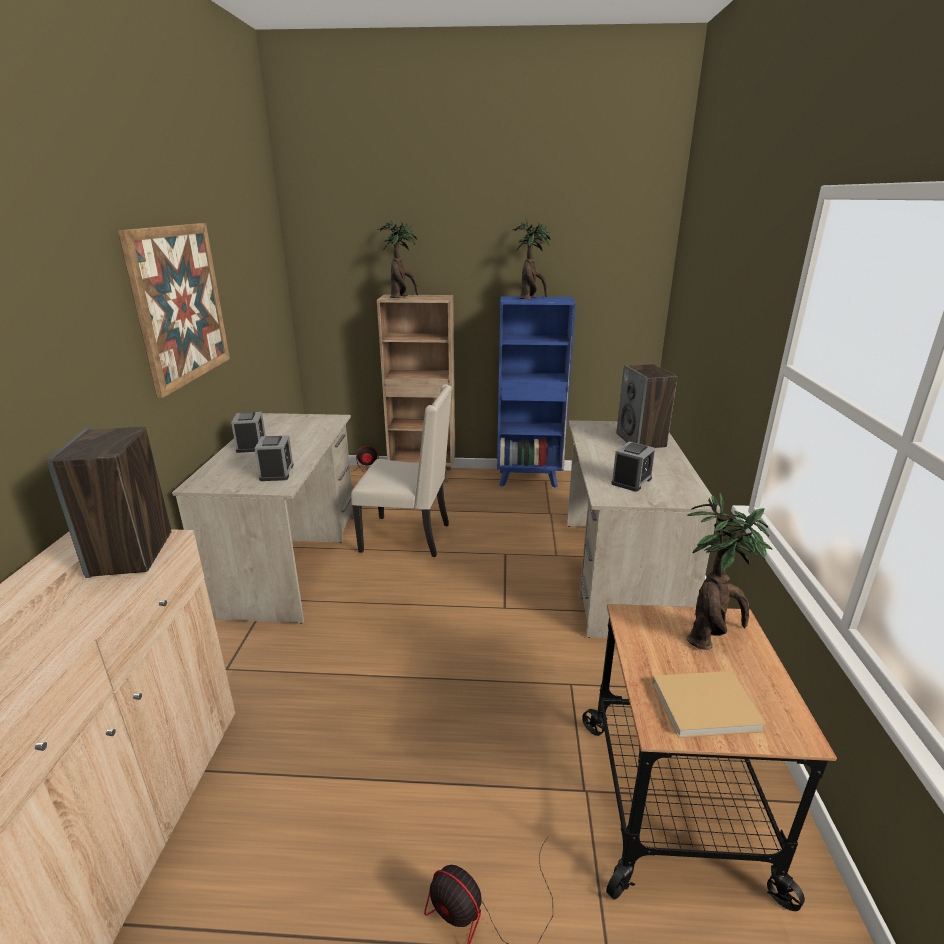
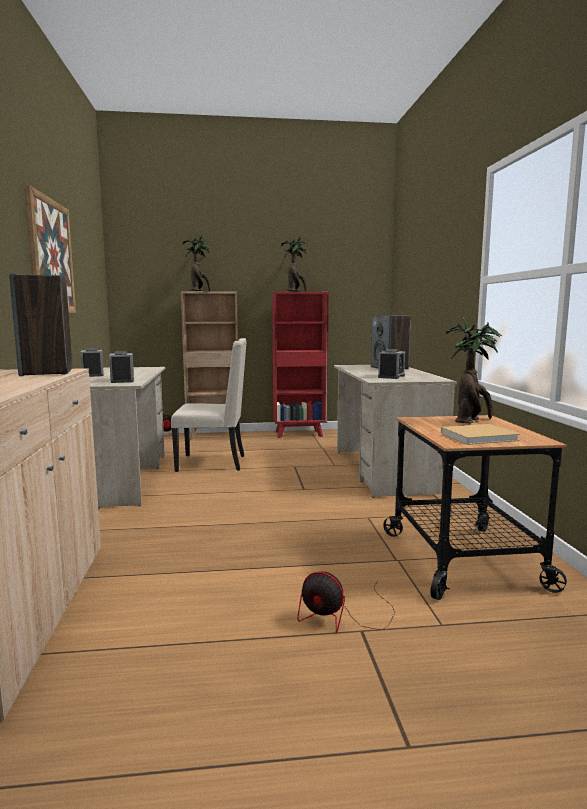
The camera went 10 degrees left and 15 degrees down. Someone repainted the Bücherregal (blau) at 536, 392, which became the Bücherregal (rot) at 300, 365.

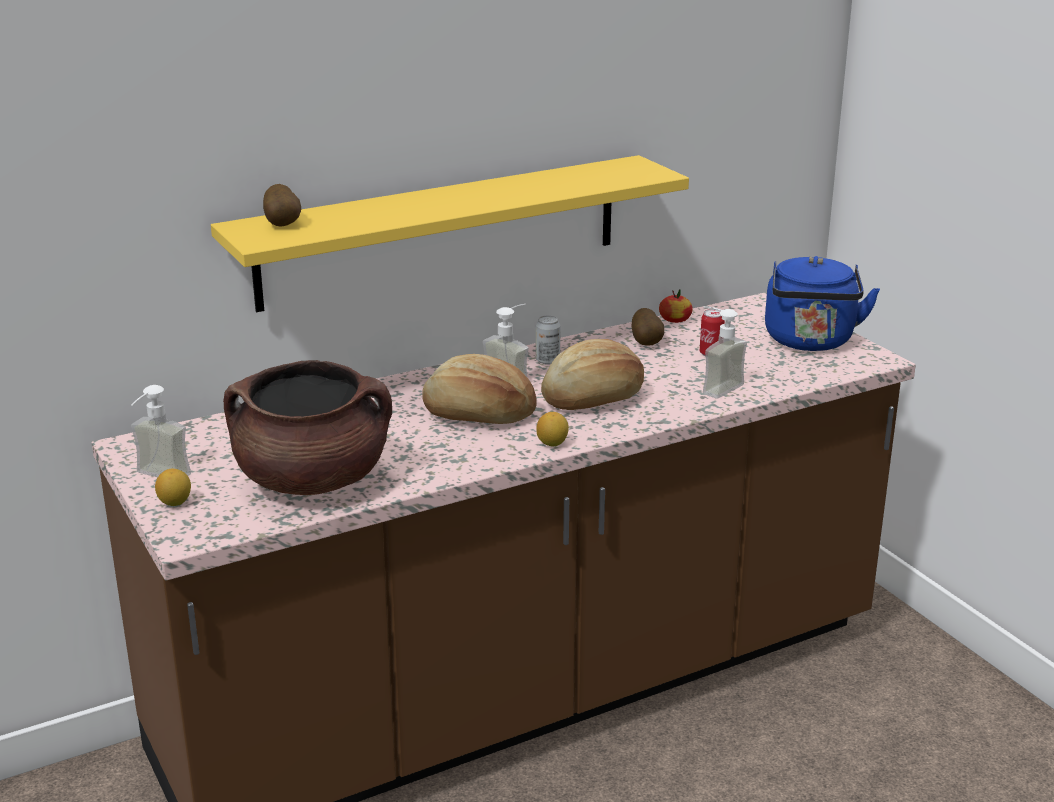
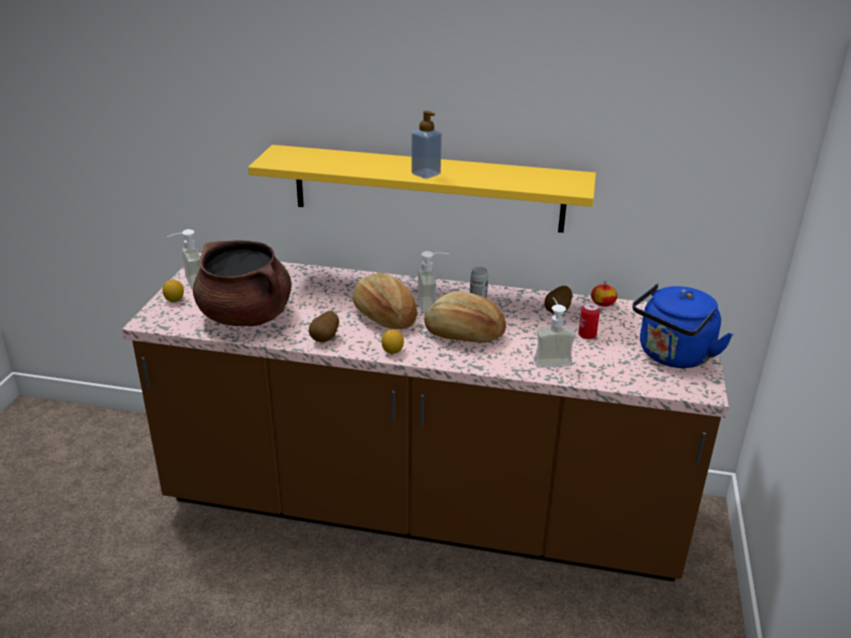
The camera went 40 degrees right and 5 degrees up. Someone put down the Seifenspender at 426, 145. Someone carried the Kartoffel from 282, 205 to 324, 326.

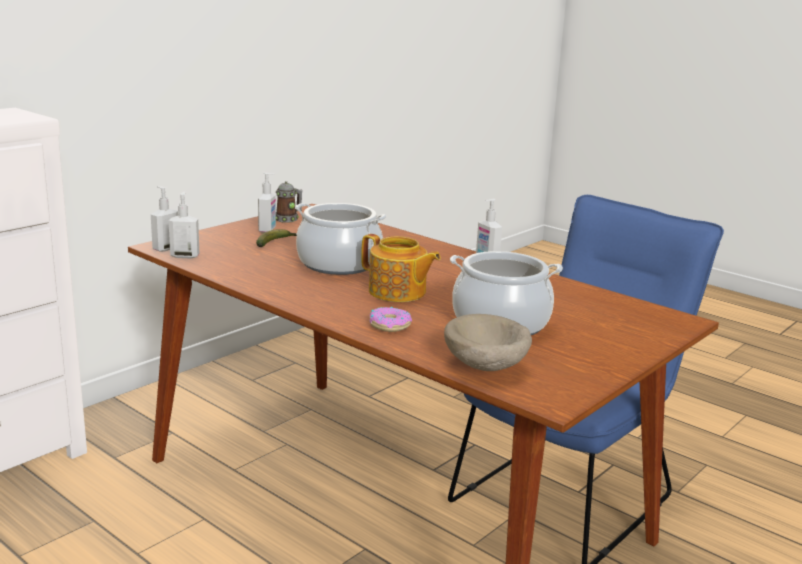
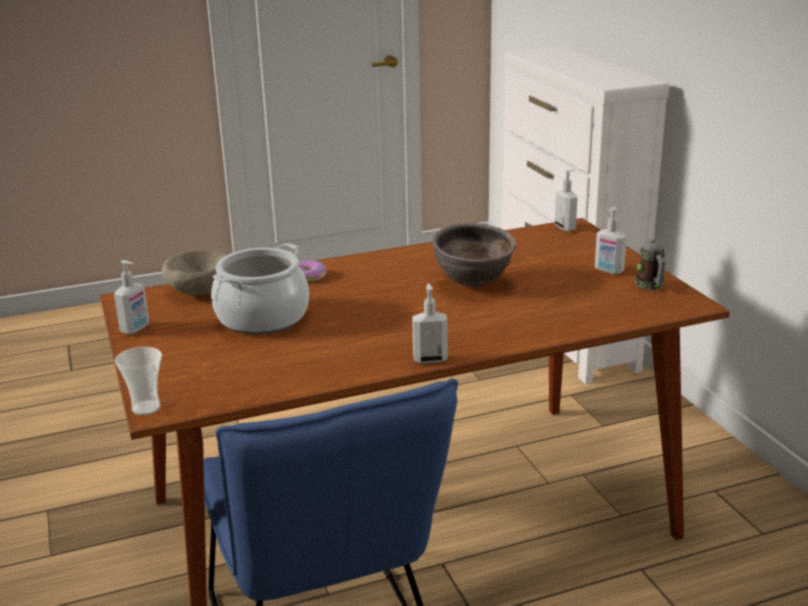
The camera went 120 degrees right and 5 degrees up. Someone took away the Banane at 276, 238. Someone took away the Teekanne at 401, 268. Someone put down the Tasse at 138, 381. Someone carried the Seifenspender from 184, 225 to 131, 297. Someone swapped the Kochtopf at 340, 239 for the Schüssel (braun) at 474, 255.

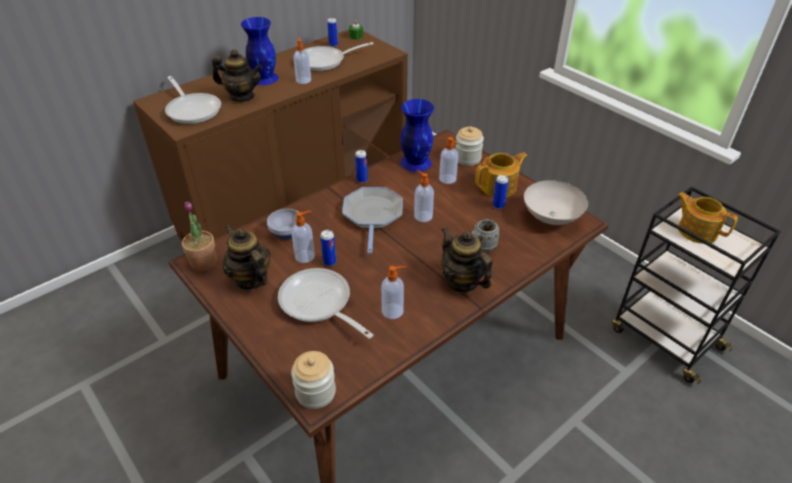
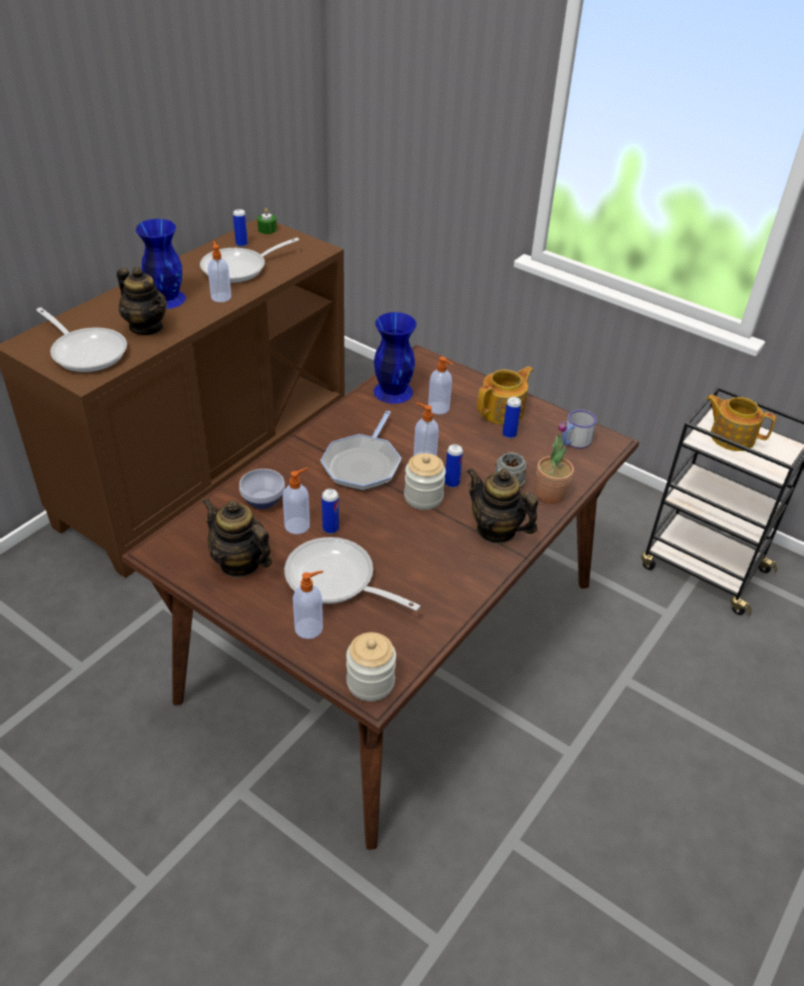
The camera went 15 degrees left and 0 degrees up. Someone carried the Topfpflanze from 199, 237 to 555, 462. Someone carried the Dose from 361, 166 to 454, 466. Someone carried the Seifenspender from 393, 292 to 308, 604. Someone carried the Vorratsglas from 469, 146 to 425, 481. Someone swapped the Schüssel (weiß) at 556, 202 for the Henkelbecher at 579, 429. Someone rotated the Teekanne at 237, 75 by 45 degrees clockwise. Someone rotated the Pfanne at 372, 220 by 150 degrees counterclockwise.

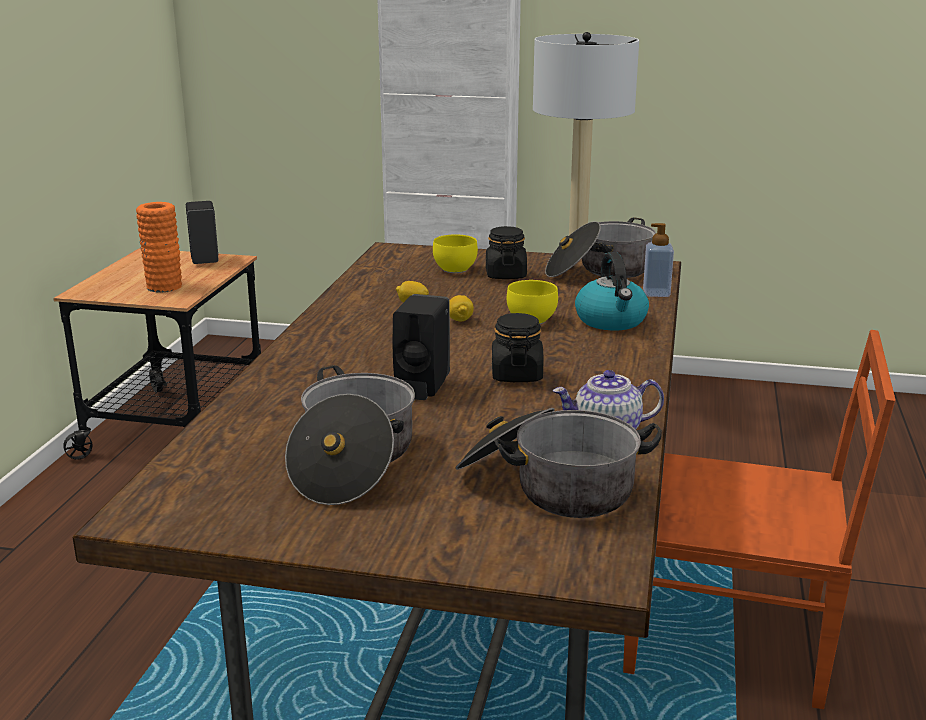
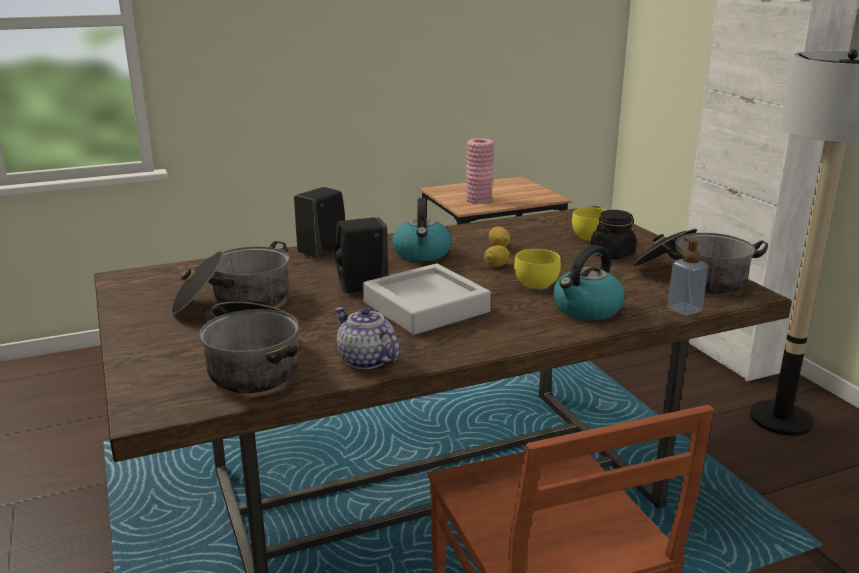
The camera went 55 degrees right and 0 degrees up. Someone put down the Wasserkessel at 422, 229. Someone carried the Seifenspender (schwarz) from 202, 232 to 319, 222. Someone swapped the Vorratsglas (schwarz) at 517, 347 for the Tablett (grau) at 427, 299. Someone repainted the Vase (orange) at 159, 247, which became the Vase (rosa) at 480, 171.

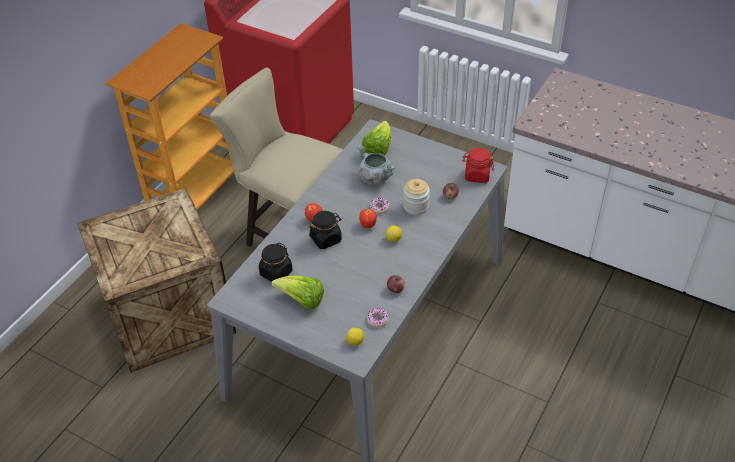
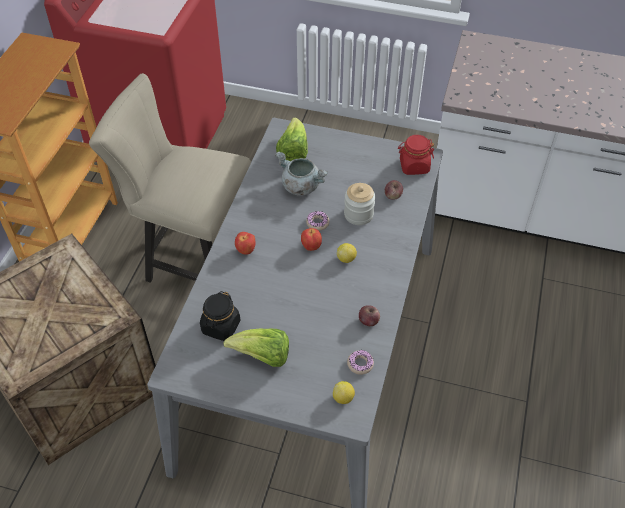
The camera went 15 degrees left and 5 degrees up. Someone took away the Vorratsglas (schwarz) at 325, 230.

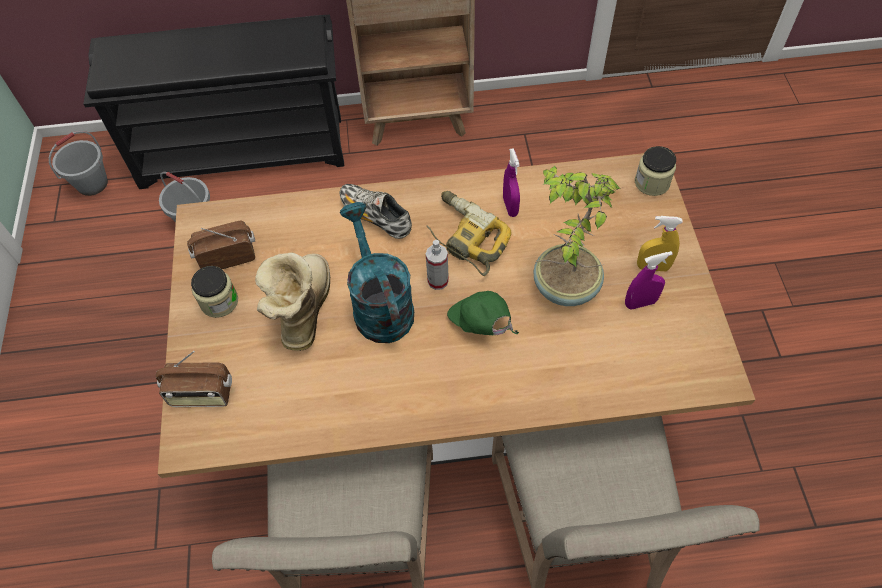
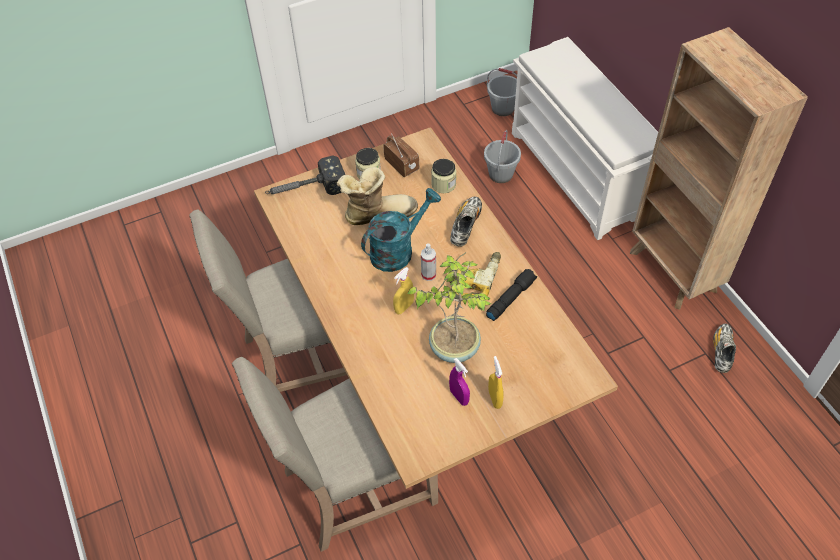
The camera went 70 degrees right and 5 degrees down. Someone put down the Schuh at 724, 348. Someone carried the Vorratsglas from 655, 171 to 443, 176. Someone swapped the Radio at 194, 379 for the Hammer at 305, 175. Someone swapped the Kappe (grün) at 483, 313 for the Sprühflasche (gelb) at 403, 290. Someone swapped the Sprühflasche (lila) at 511, 182 for the Taschenlampe (schwarz) at 511, 295. Someone repainted the Schuhregal (schwarz) at 213, 101, which became the Schuhregal (weiß) at 585, 138.

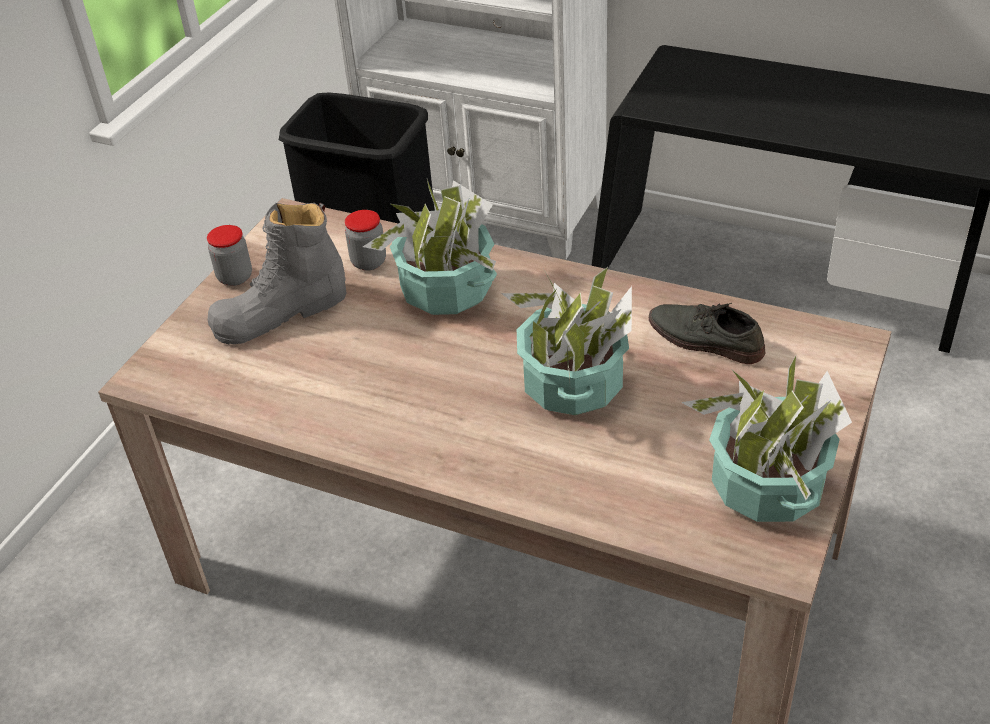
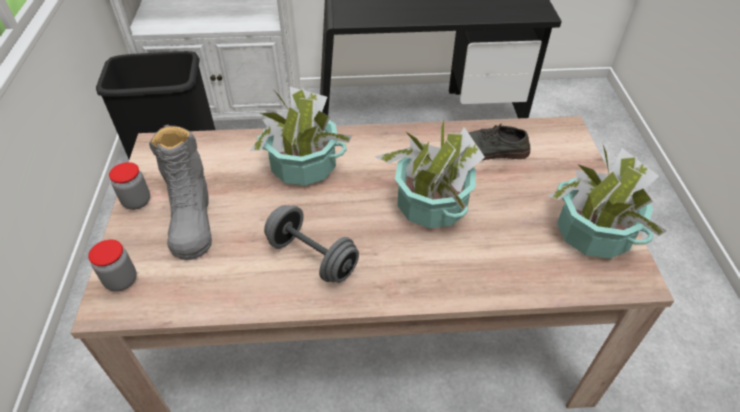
The camera went 30 degrees left and 5 degrees up. Someone put down the Hantel (grau) at 311, 244. Someone carried the Vorratsglas from 365, 240 to 112, 265. Someone rotated the Stiefel (grau) at 277, 273 by 45 degrees counterclockwise.

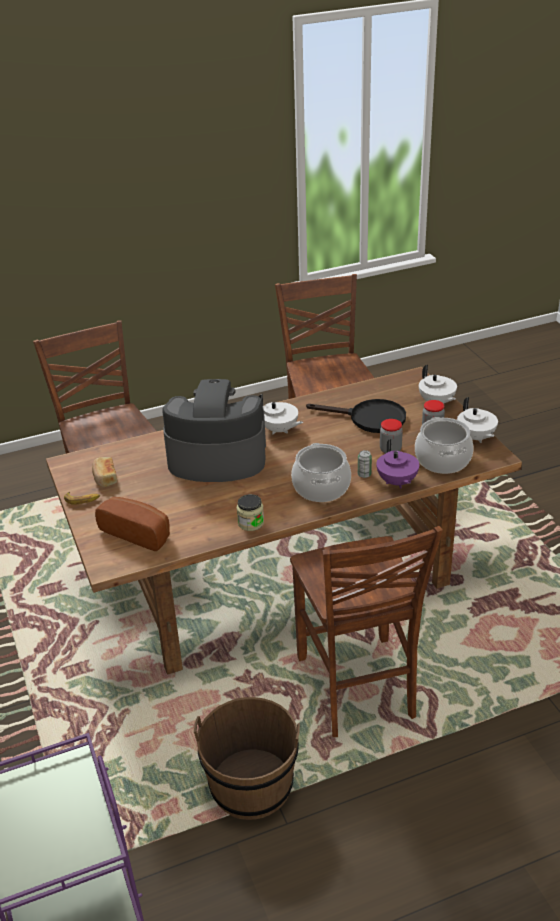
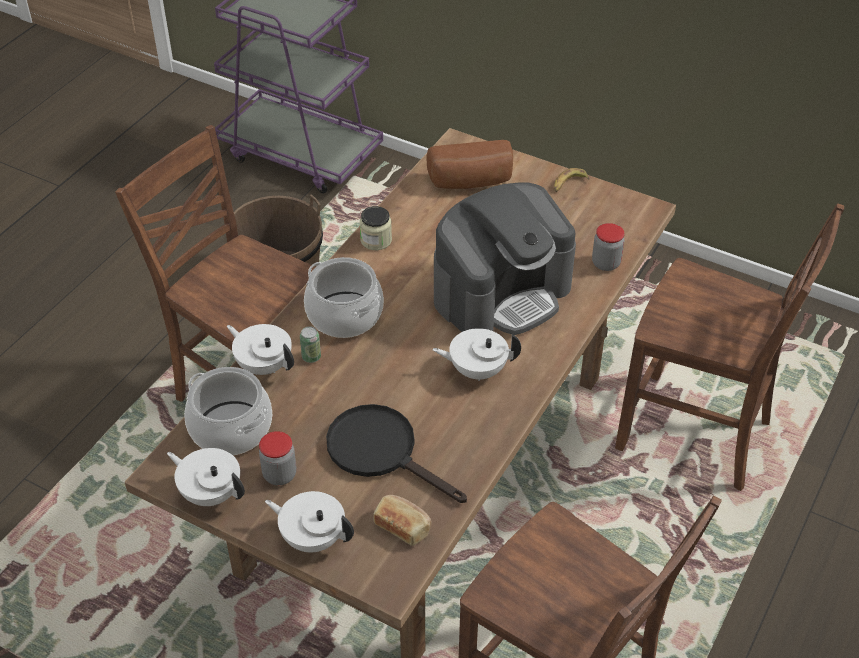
The camera went 140 degrees right and 10 degrees up. Someone carried the Brot from 104, 472 to 402, 520. Someone carried the Vorratsglas from 391, 436 to 608, 247. Someone repainted the Teekanne (lila) at 397, 464, which became the Teekanne (weiß) at 260, 349. Someone rotated the Pfanne (schwarz) at 356, 416 by 60 degrees clockwise.

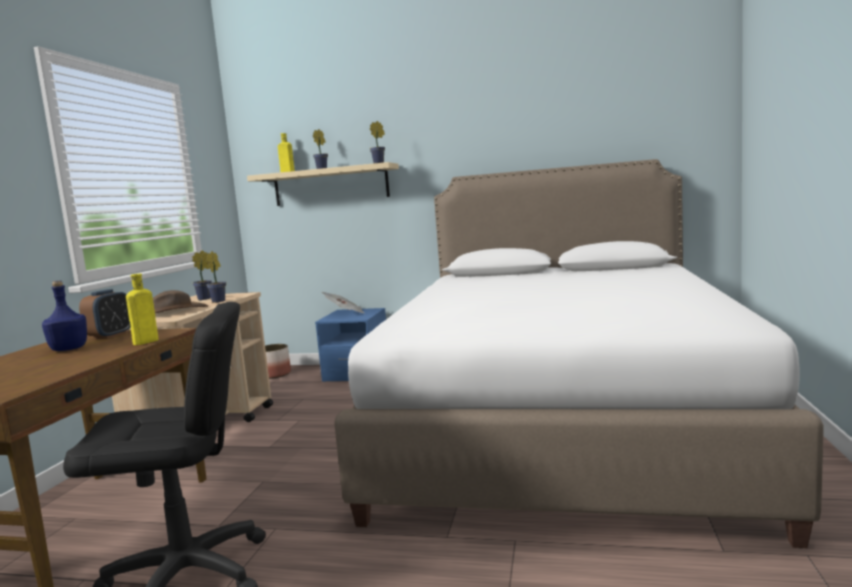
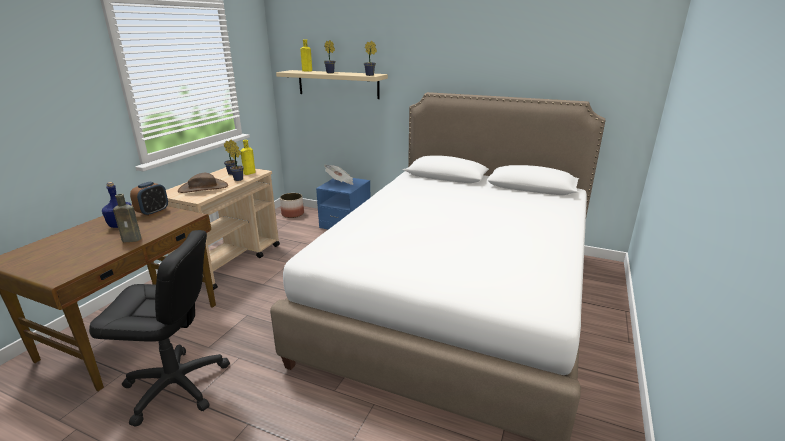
The camera went 10 degrees right and 15 degrees up. Someone put down the Flasche (braun) at 127, 218. Someone carried the Flasche (gelb) from 142, 309 to 248, 157.

